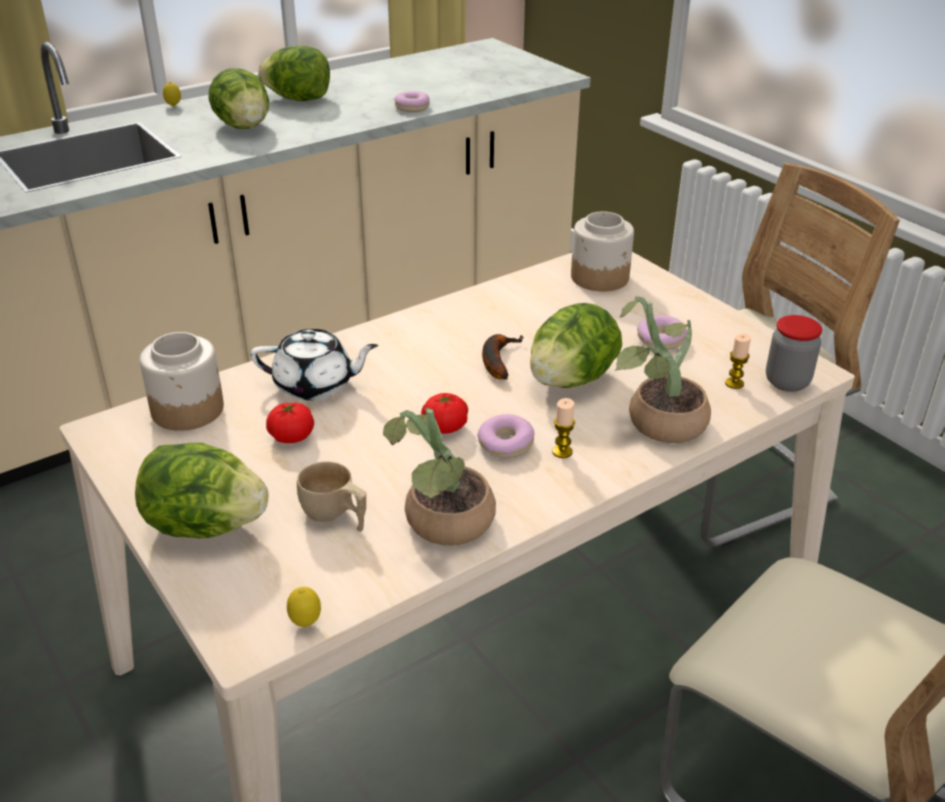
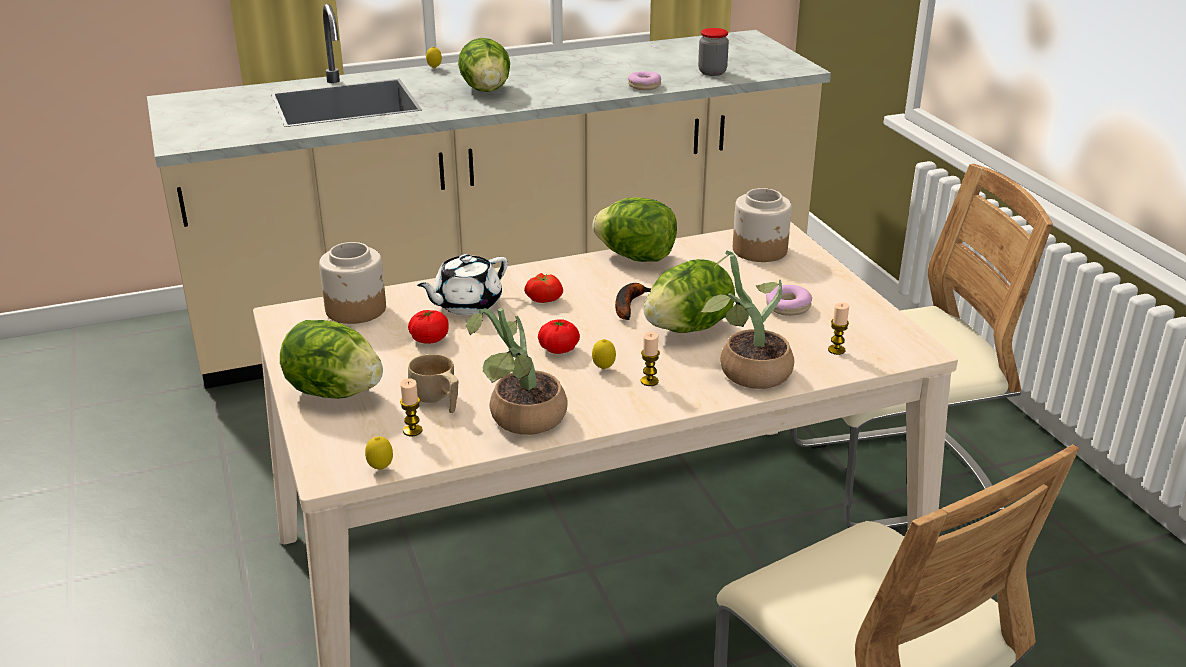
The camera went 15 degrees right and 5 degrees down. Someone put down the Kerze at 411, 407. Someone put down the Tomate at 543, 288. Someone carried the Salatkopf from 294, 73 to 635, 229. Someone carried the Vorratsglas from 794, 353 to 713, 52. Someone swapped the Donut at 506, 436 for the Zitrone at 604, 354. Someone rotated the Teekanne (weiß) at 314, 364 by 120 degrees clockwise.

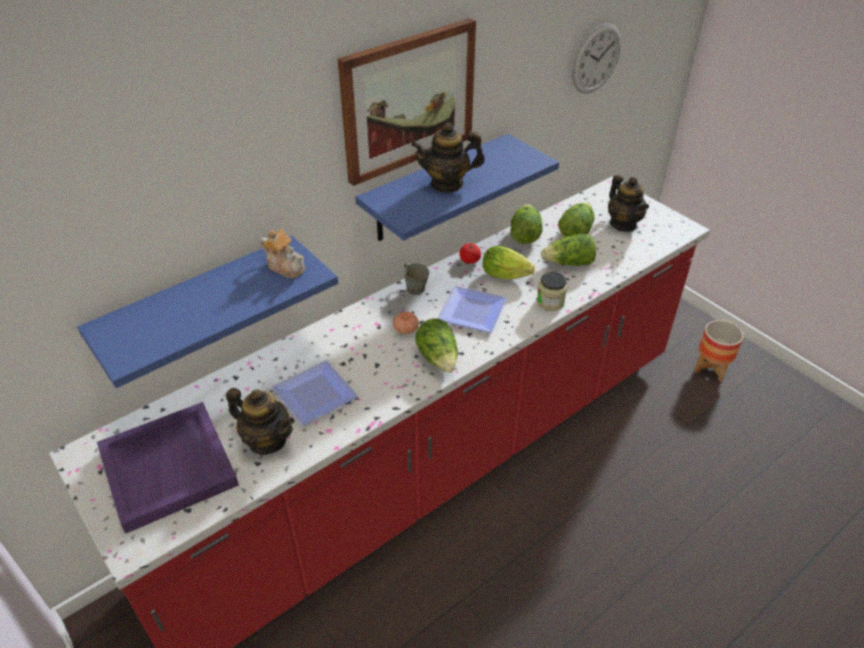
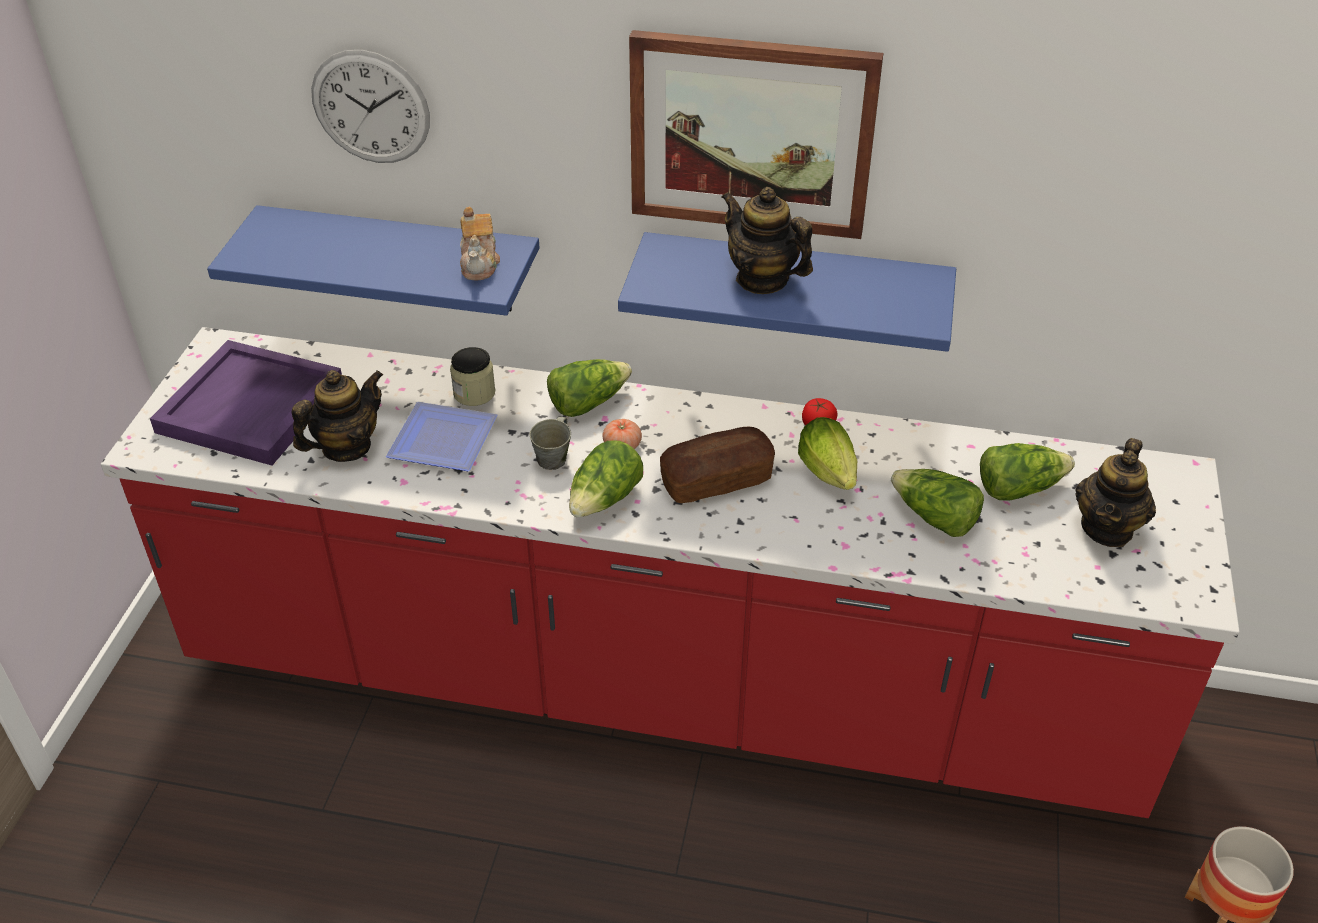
The camera went 50 degrees right and 0 degrees up. Someone carried the Henkelbecher (grau) from 417, 279 to 550, 443. Someone carried the Salatkopf from 526, 224 to 589, 388. Someone carried the Vorratsglas from 552, 291 to 472, 376. Someone carried the Wanduhr from 596, 58 to 370, 106. Someone swapped the Teller at 472, 309 for the Brot at 717, 465. Someone rotated the Teekanne at 260, 421 by 120 degrees counterclockwise.

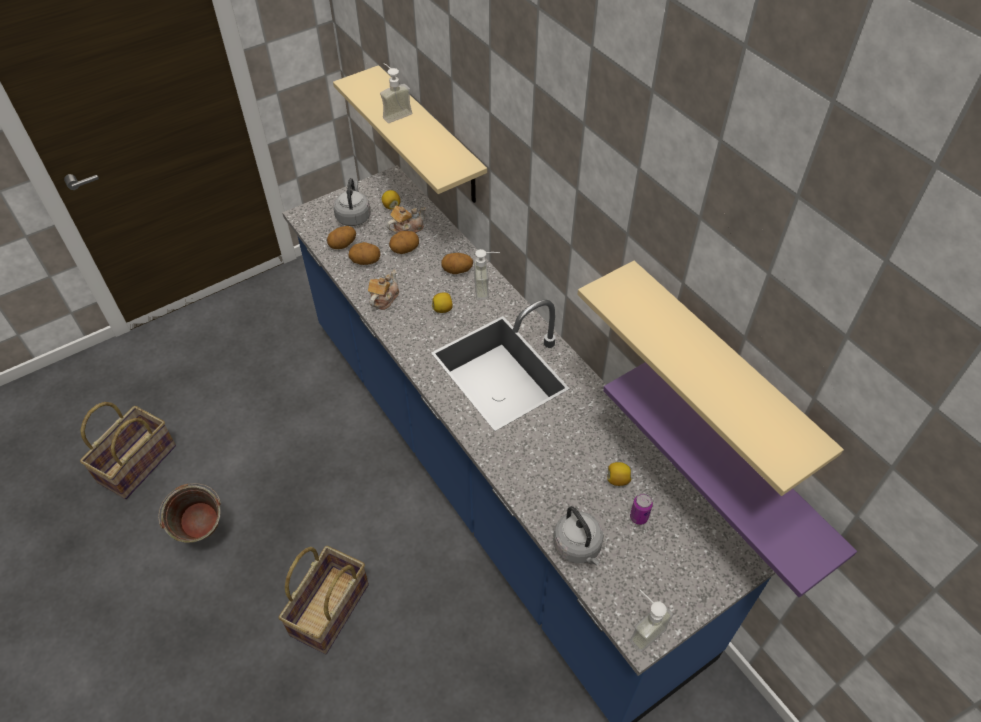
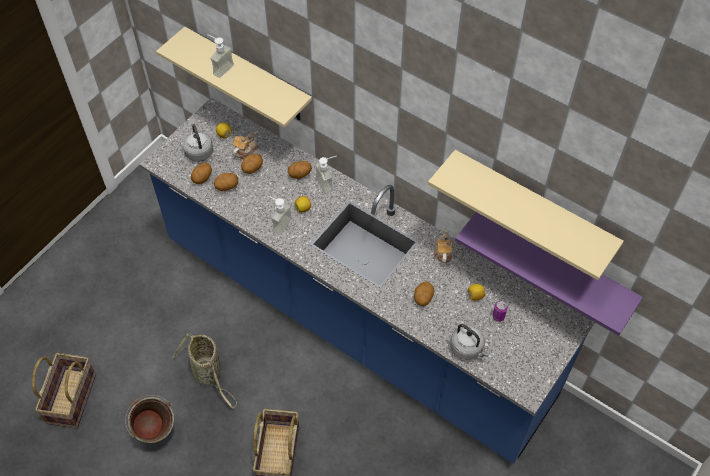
The camera went 20 degrees left and 5 degrees up. Someone put down the Korb at 204, 371. Someone put down the Kartoffel at 424, 293. Someone carried the Teekanne from 383, 290 to 443, 245. Someone carried the Seifenspender from 651, 621 to 280, 215.

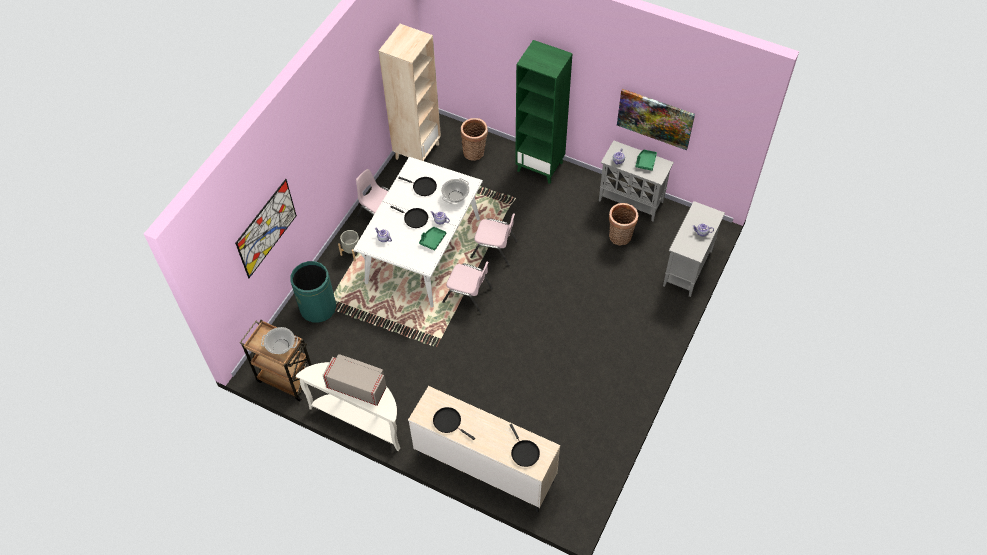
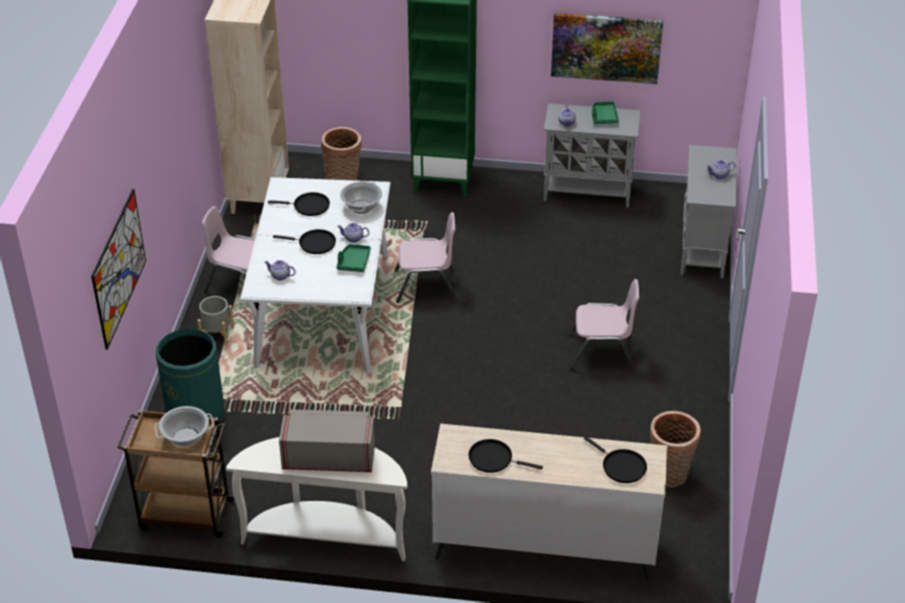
The camera went 20 degrees left and 15 degrees down. Someone carried the Stuhl (rosa) from 467, 288 to 604, 324. Someone carried the Korb from 624, 224 to 675, 449.

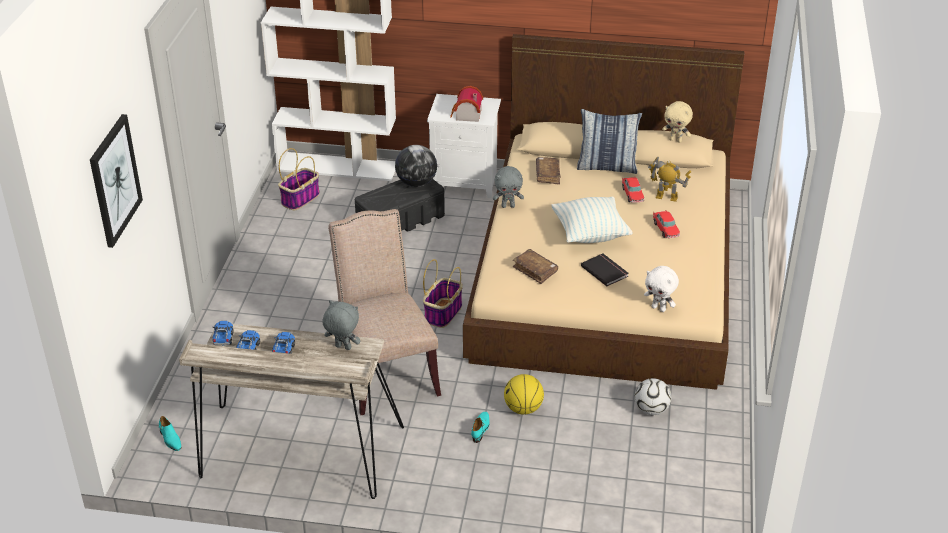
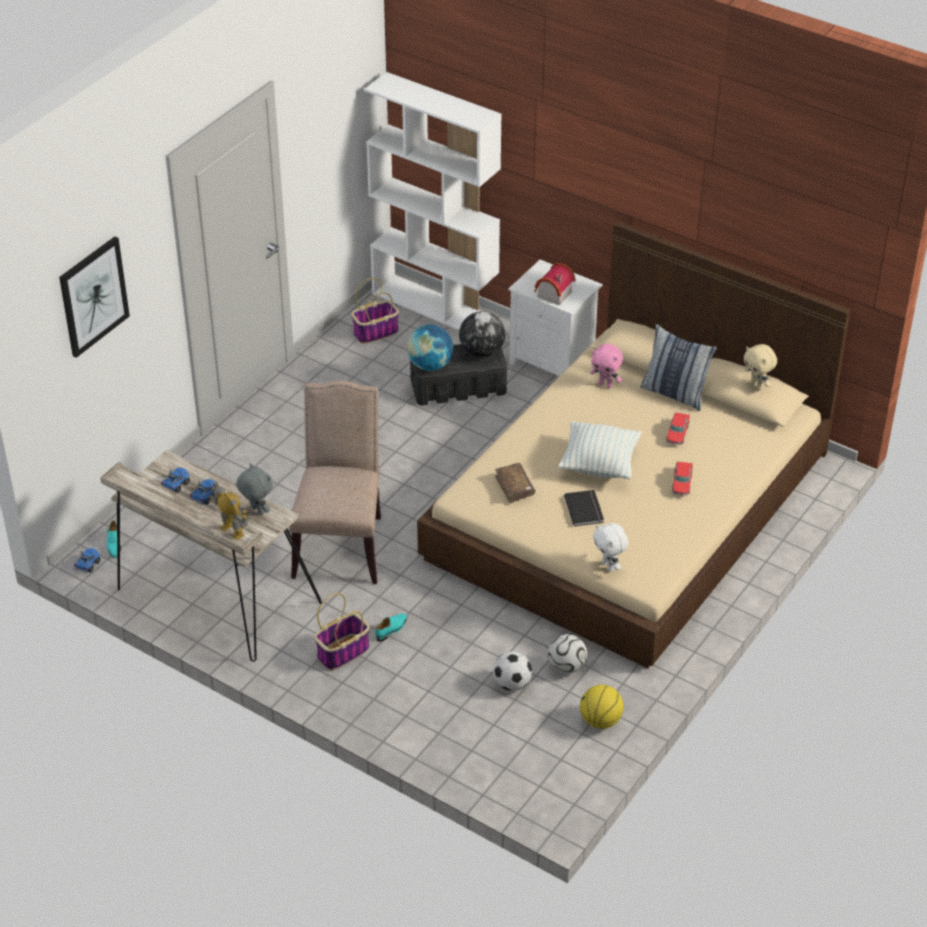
The camera went 25 degrees right and 5 degrees up. Someone took away the Plüschtier (grau) at 508, 187. Someone put down the Globus at 430, 347. Someone put down the Fußball at 512, 671. Someone carried the Spielzeuglaster from 223, 333 to 87, 560. Someone carried the Korb from 443, 293 to 342, 631. Someone carried the Basketball from 524, 394 to 602, 707. Someone carried the Spielzeugroboter from 669, 179 to 230, 510. Someone swapped the Buch (braun) at 548, 171 for the Plüschtier (rosa) at 606, 365.

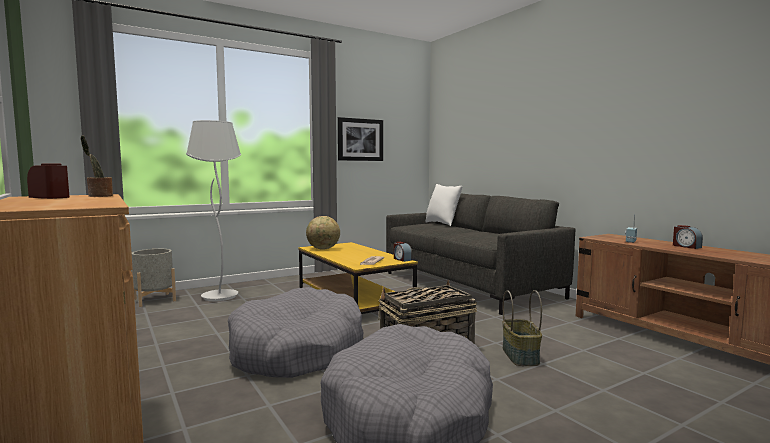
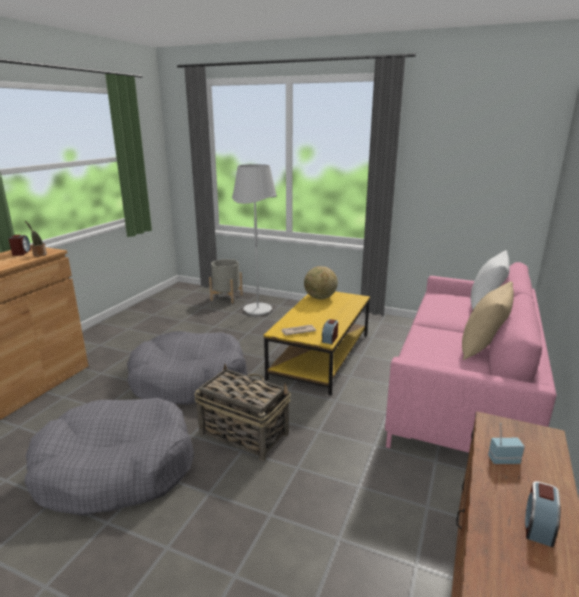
The camera went 55 degrees right and 15 degrees up. Someone took away the Bild at 360, 139. Someone took away the Korb at 522, 328. Someone put down the Kissen (beige) at 488, 320. Someone repainted the Sofa (grau) at 481, 254, which became the Sofa (rosa) at 471, 357.

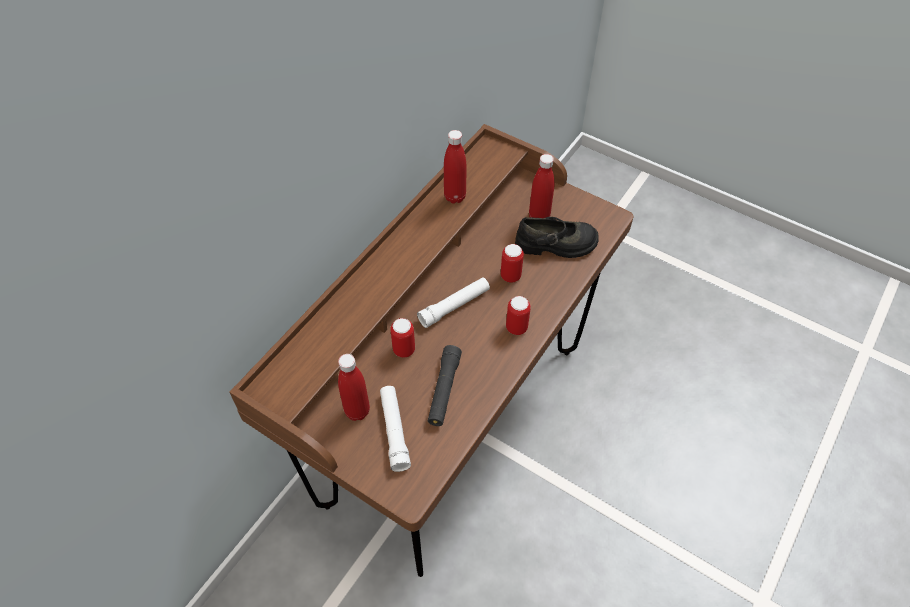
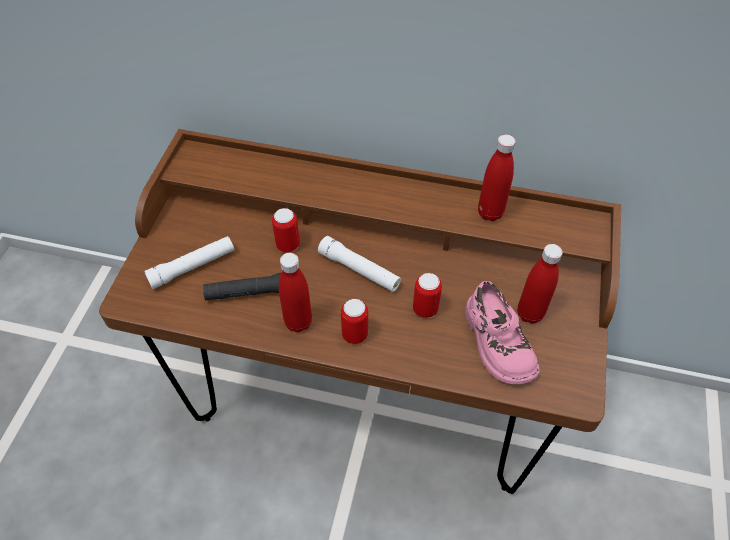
The camera went 70 degrees right and 0 degrees up. Someone carried the Flasche (rot) from 354, 387 to 295, 292. Someone repainted the Schuh (schwarz) at 557, 237, which became the Schuh (rosa) at 502, 332.

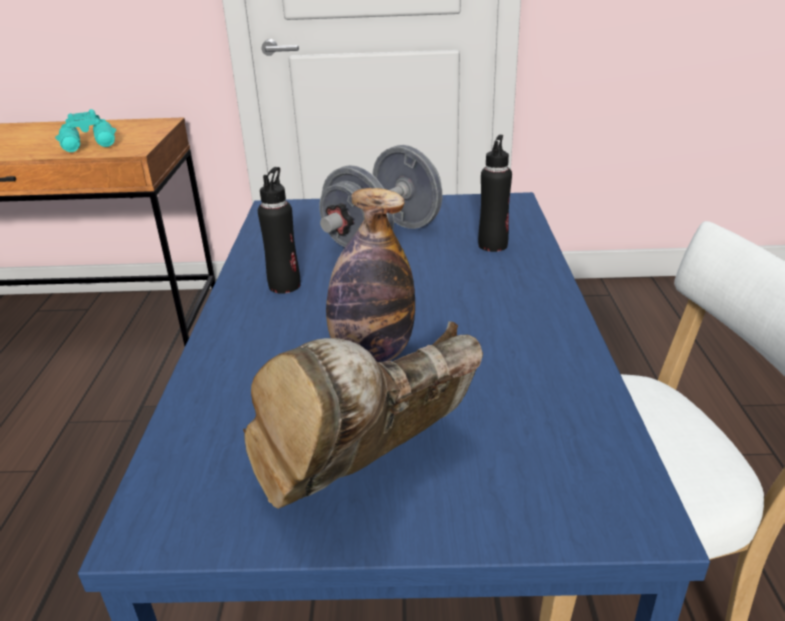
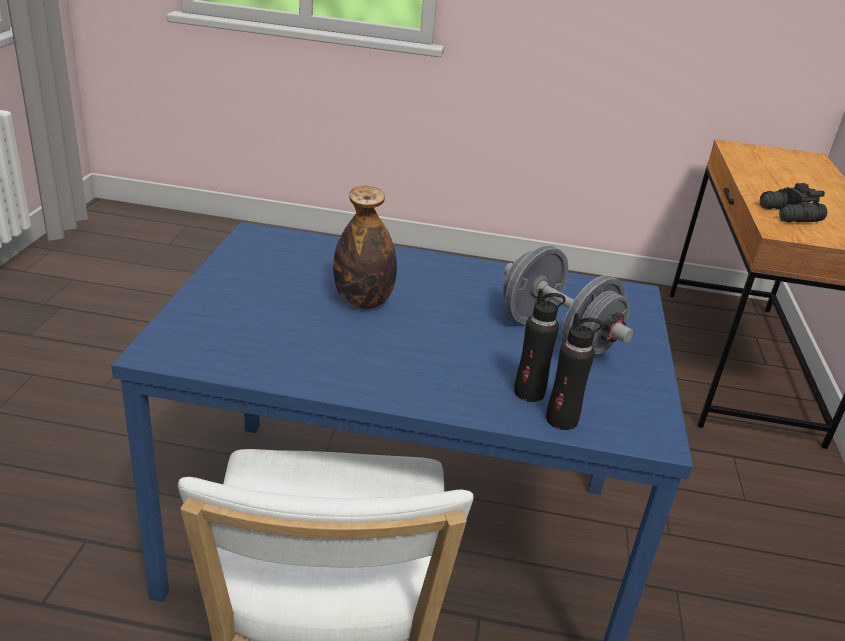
The camera went 95 degrees right and 0 degrees up. Someone took away the Stiefel (braun) at 363, 415. Someone carried the Flasche (schwarz) from 279, 230 to 574, 371. Someone repainted the Fernglas (türkis) at 85, 130, which became the Fernglas (schwarz) at 793, 203.

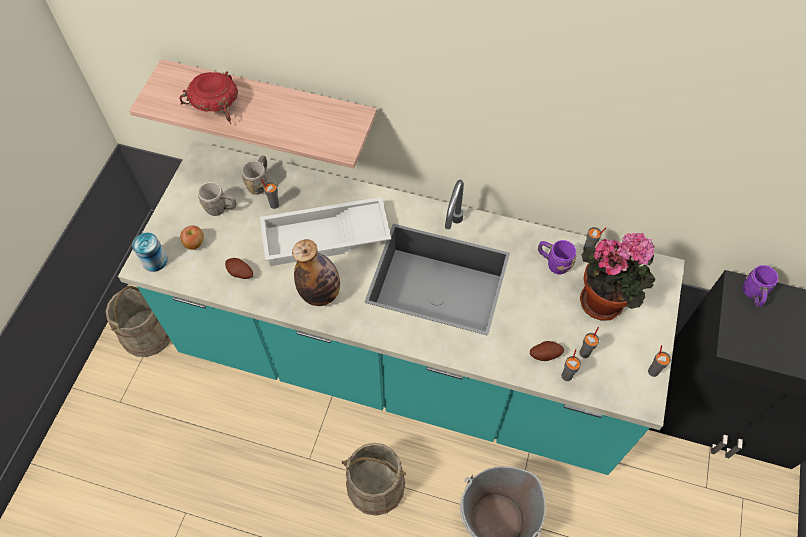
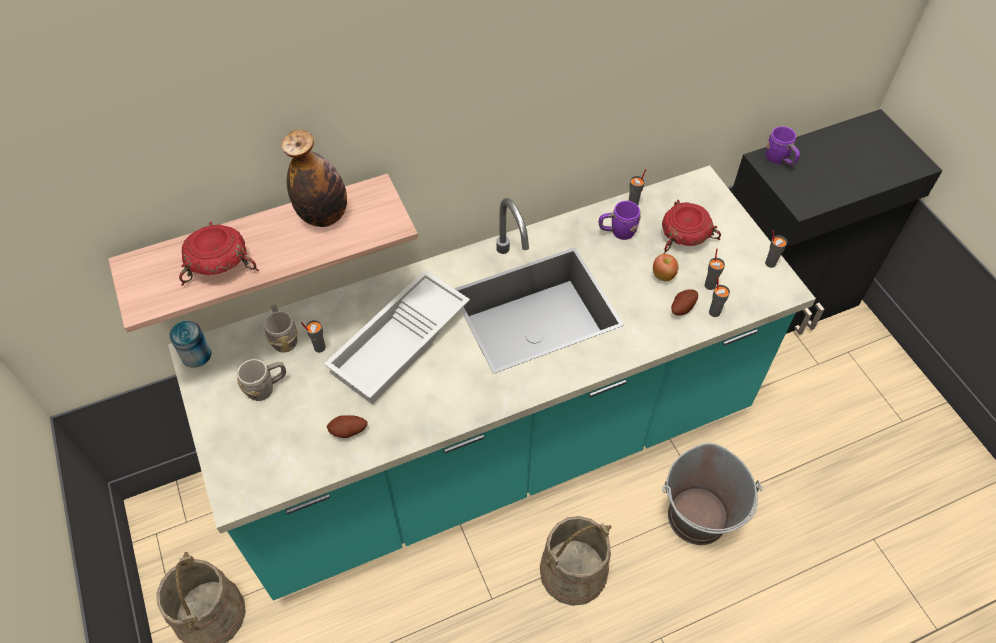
The camera went 40 degrees left and 5 degrees down. Someone carried the Dose from 150, 252 to 190, 344. Someone carried the Apfel from 192, 237 to 666, 268. Someone carried the Flasche from 316, 272 to 314, 178. Someone swapped the Topfpflanze at 617, 276 for the Schüssel (rot) at 691, 227.

